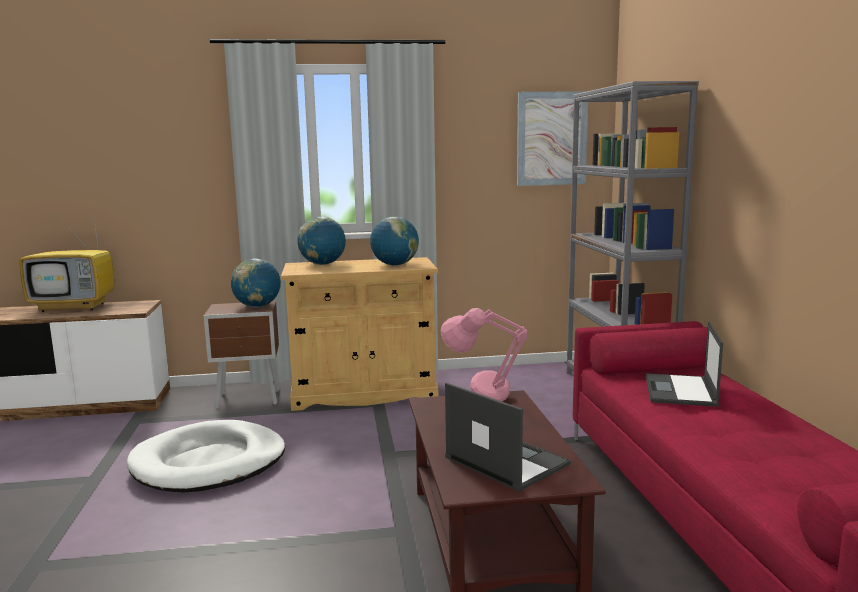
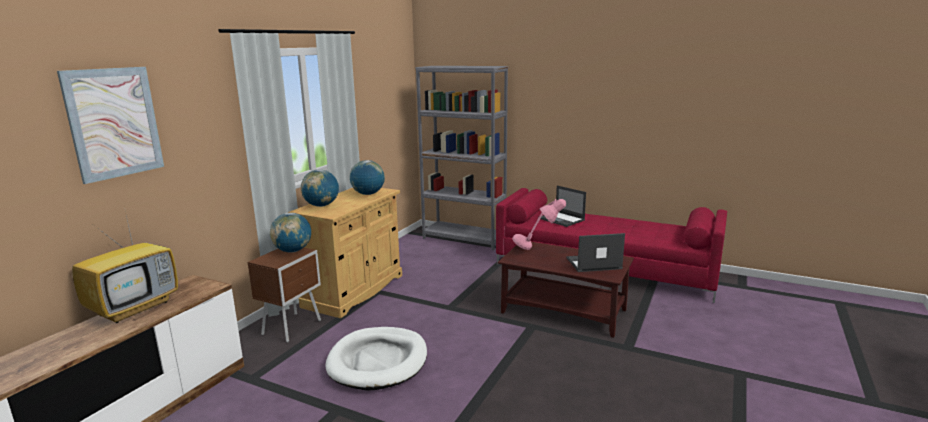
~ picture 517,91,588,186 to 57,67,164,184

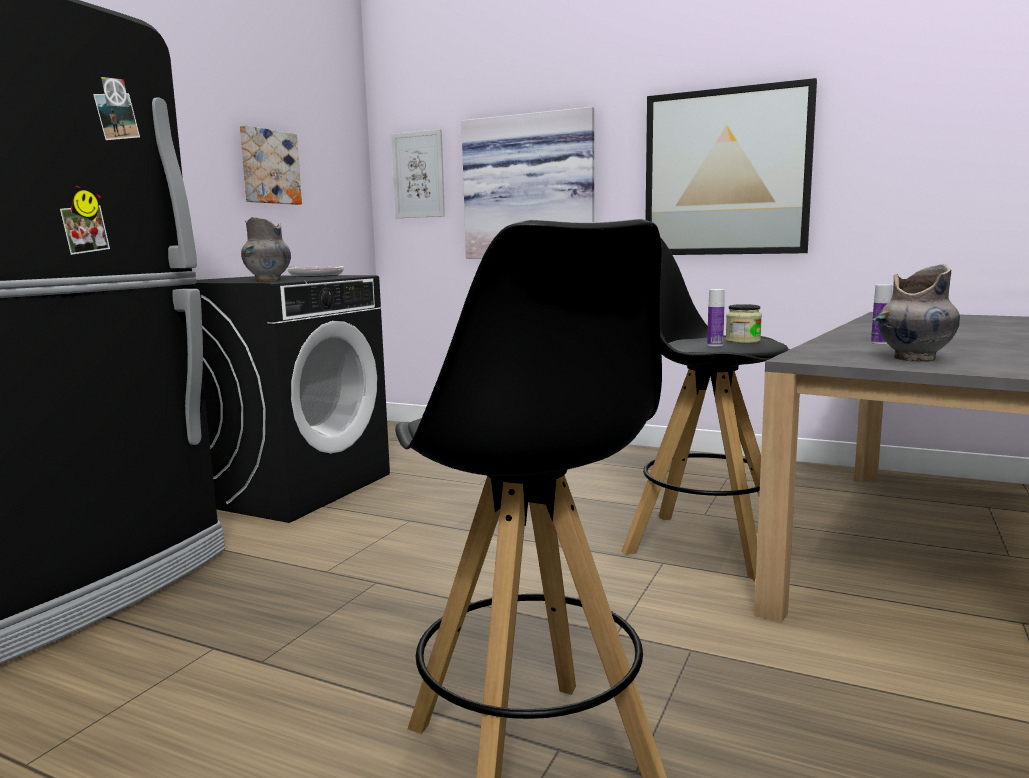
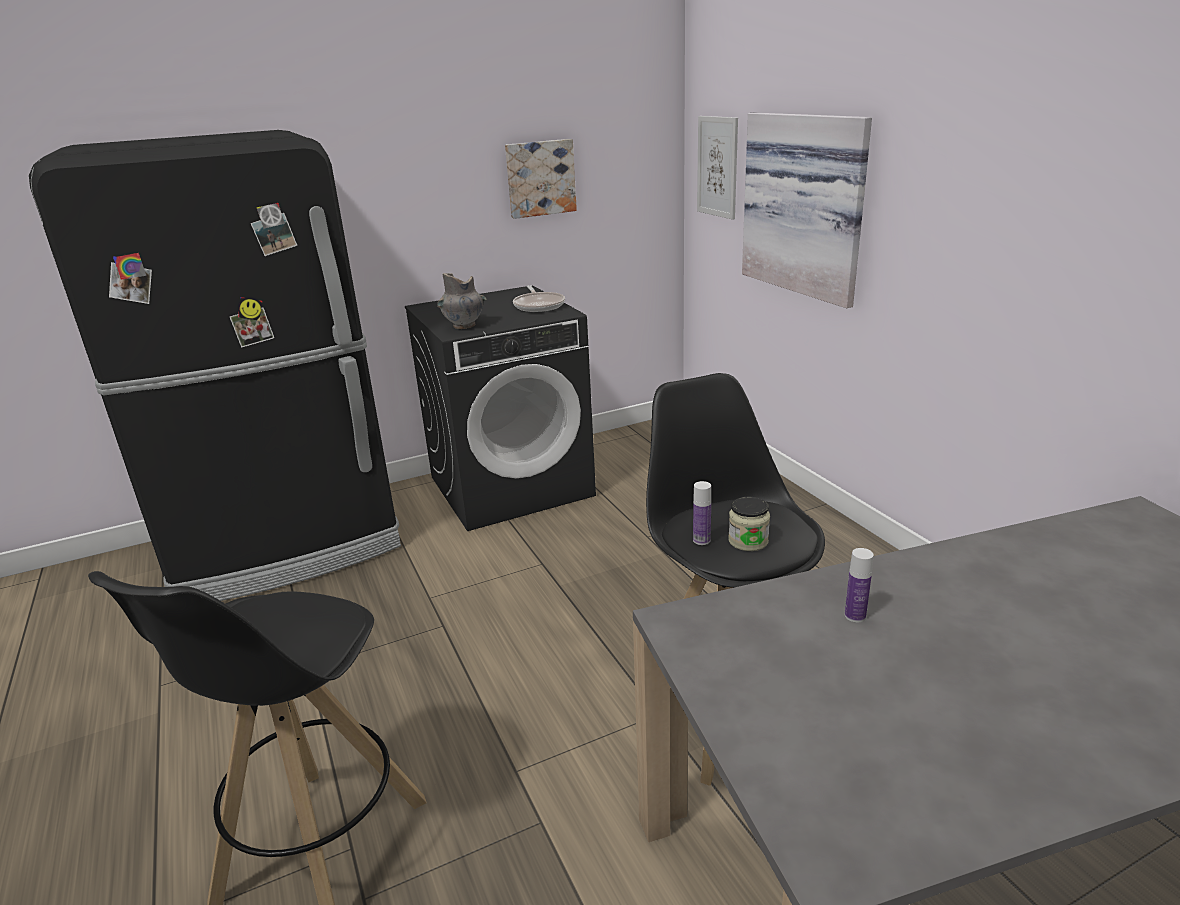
- picture 645,78,817,255
- grey vase 873,265,960,362

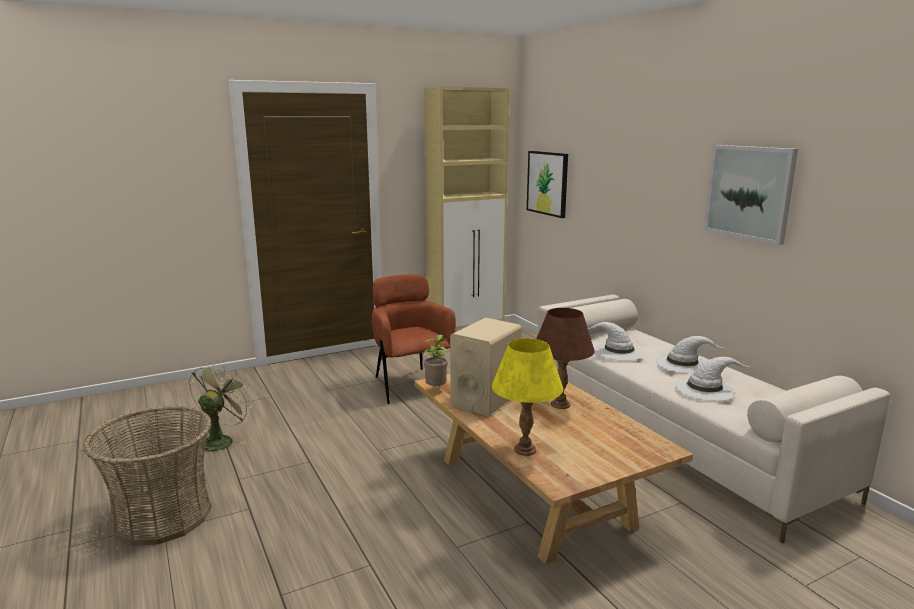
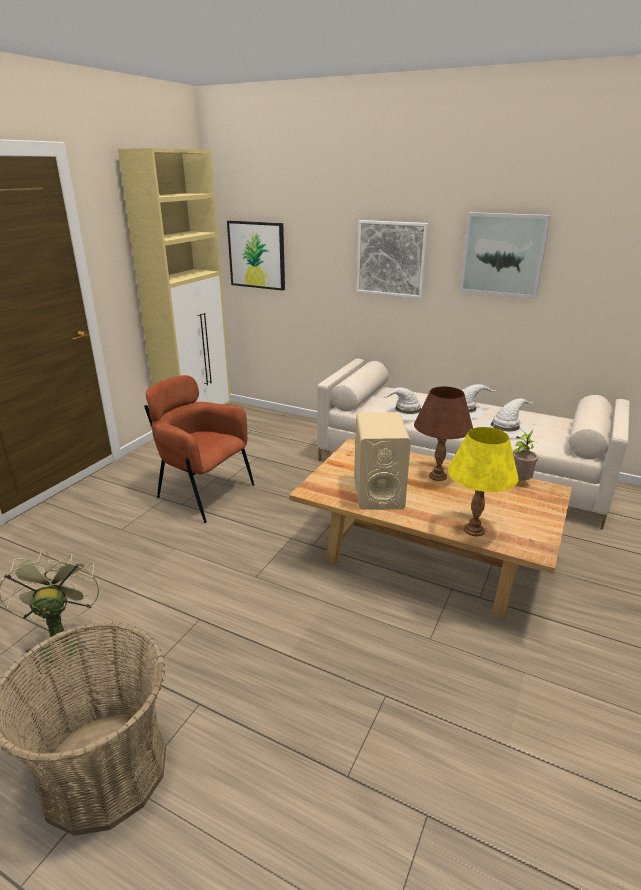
~ potted plant 423,334,449,386 to 513,429,538,480
+ picture 356,220,428,299

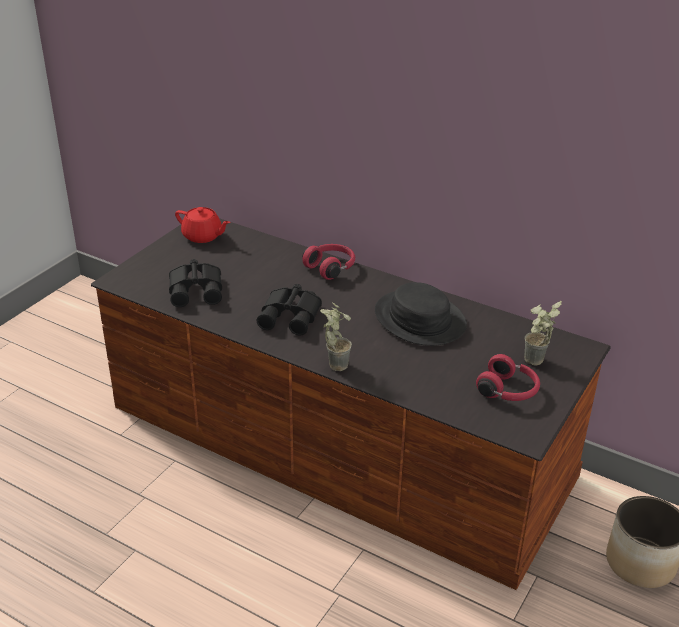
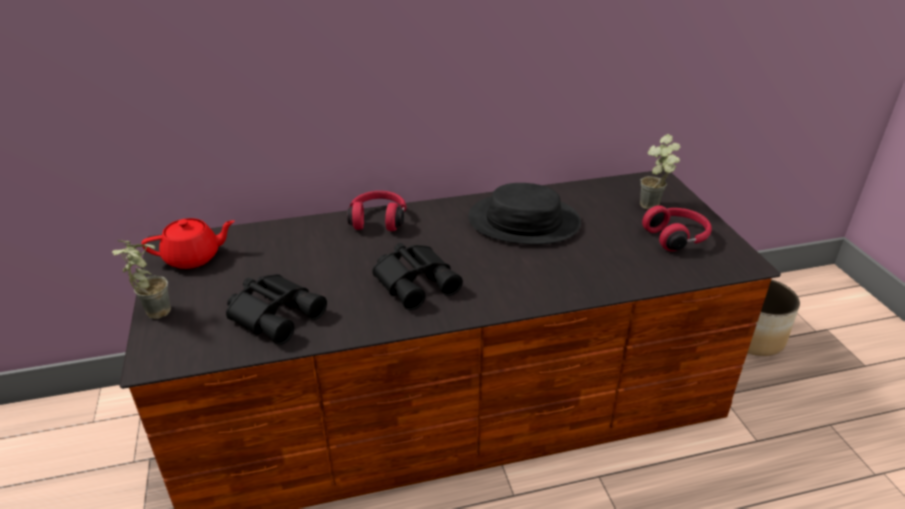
~ potted plant 320,302,352,371 to 112,240,171,319

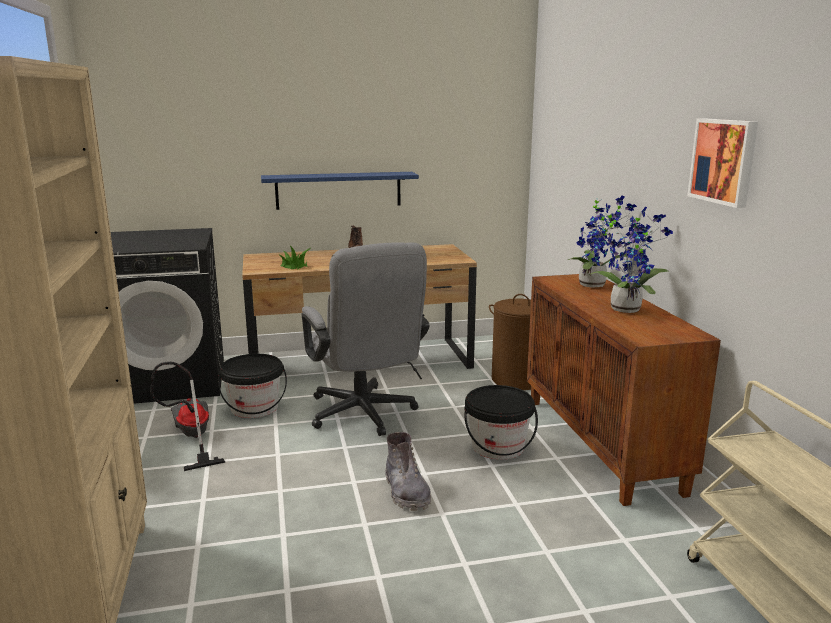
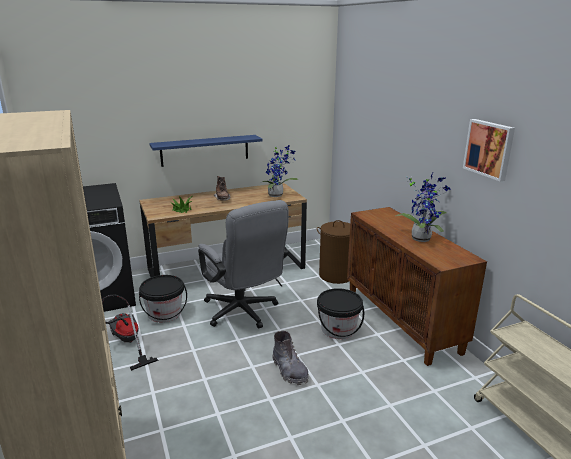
~ potted plant 568,196,637,288 to 260,145,298,197

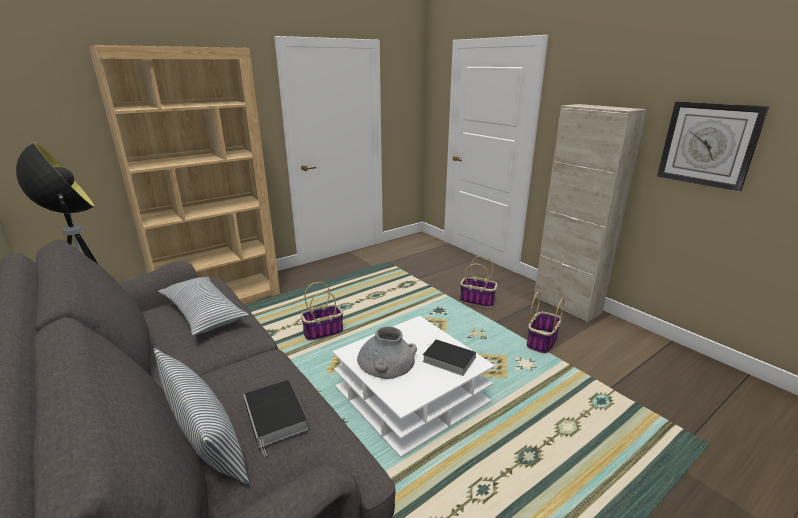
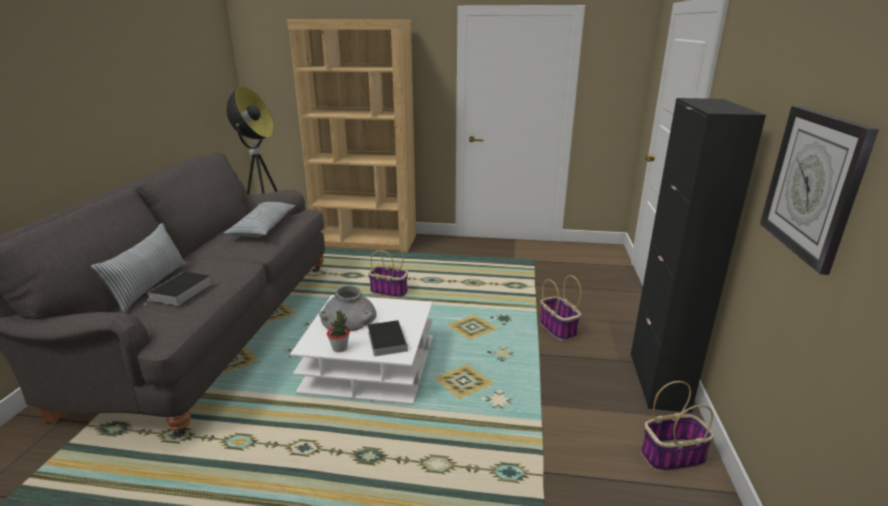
~ basket 527,291,564,354 to 641,381,715,472
~ beige cabinet 534,104,647,322 to black cabinet 631,98,766,413
+ potted plant 327,310,350,352

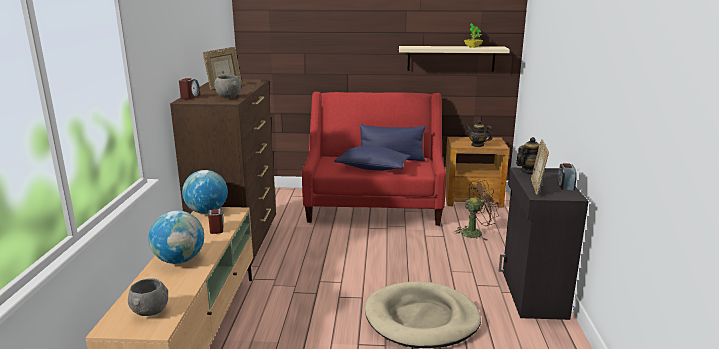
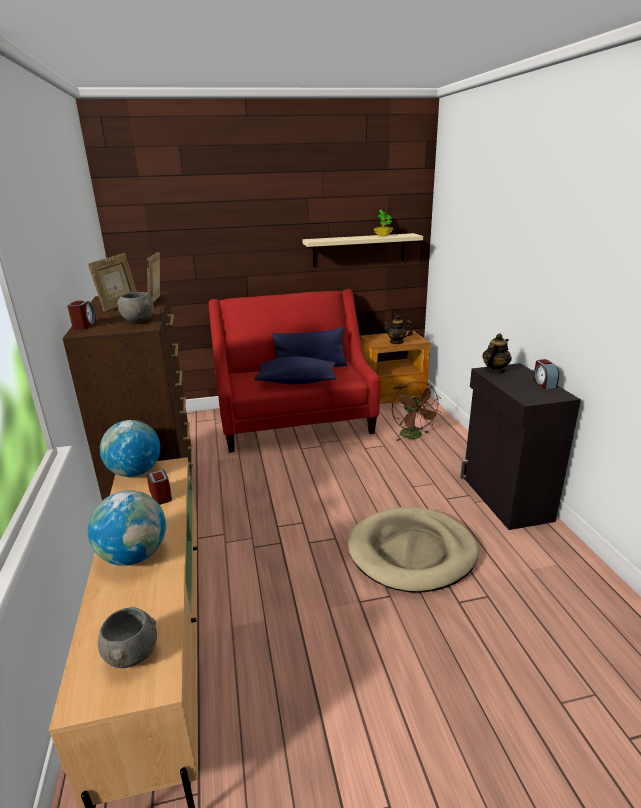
~ brown fan 454,180,499,241 = 392,381,441,441 105 degrees clockwise
~ picture frame 531,139,549,195 to 147,252,160,302

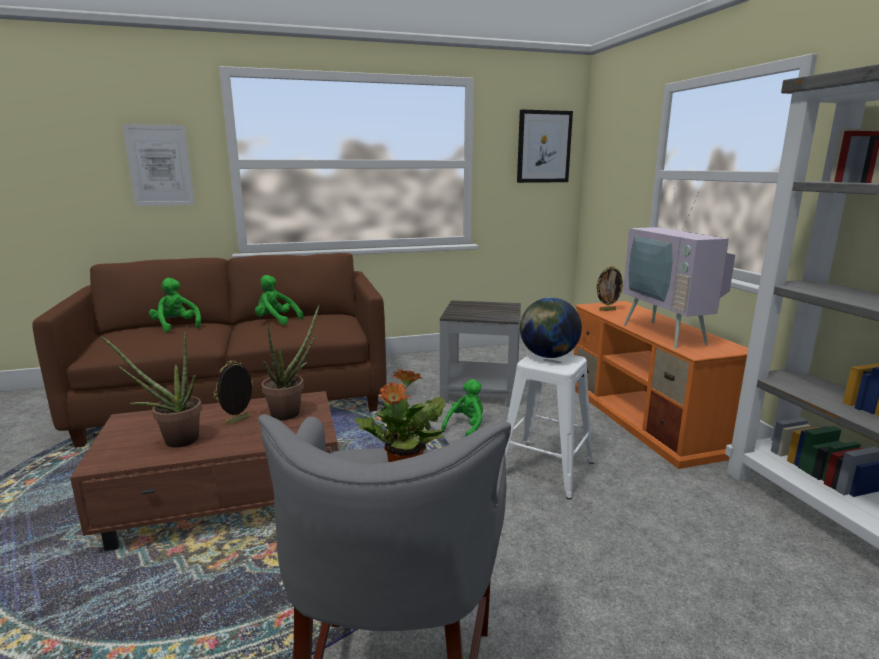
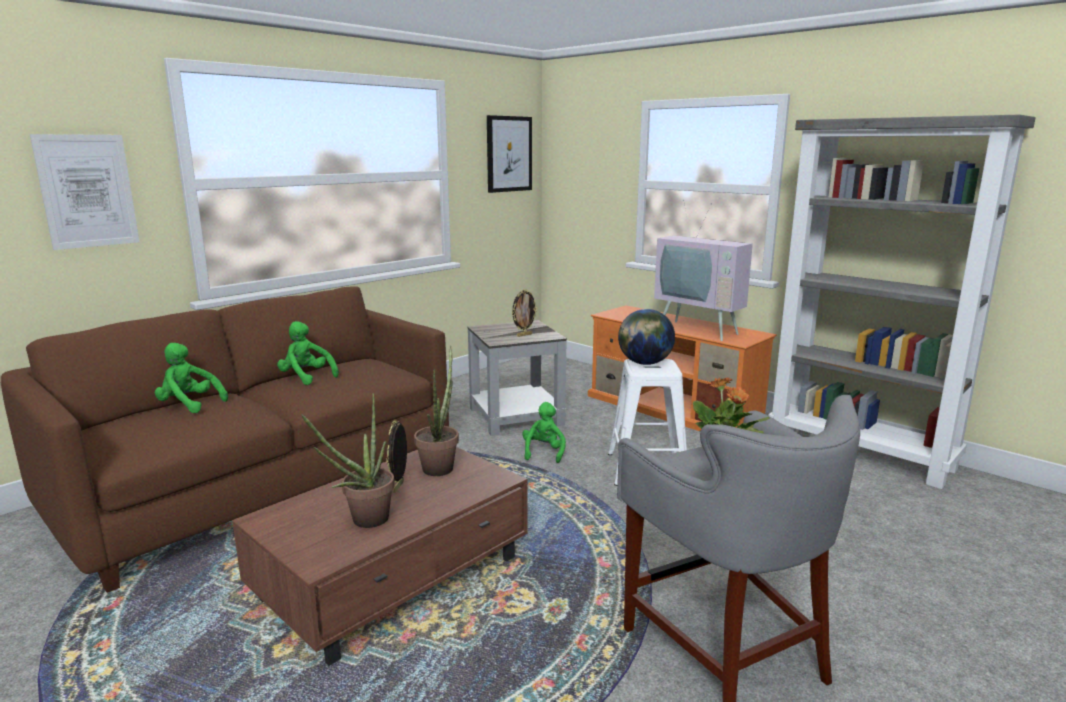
~ green plush toy 255,275,303,325 = 277,321,339,385 45 degrees clockwise
~ picture frame 596,266,624,311 to 512,289,538,337

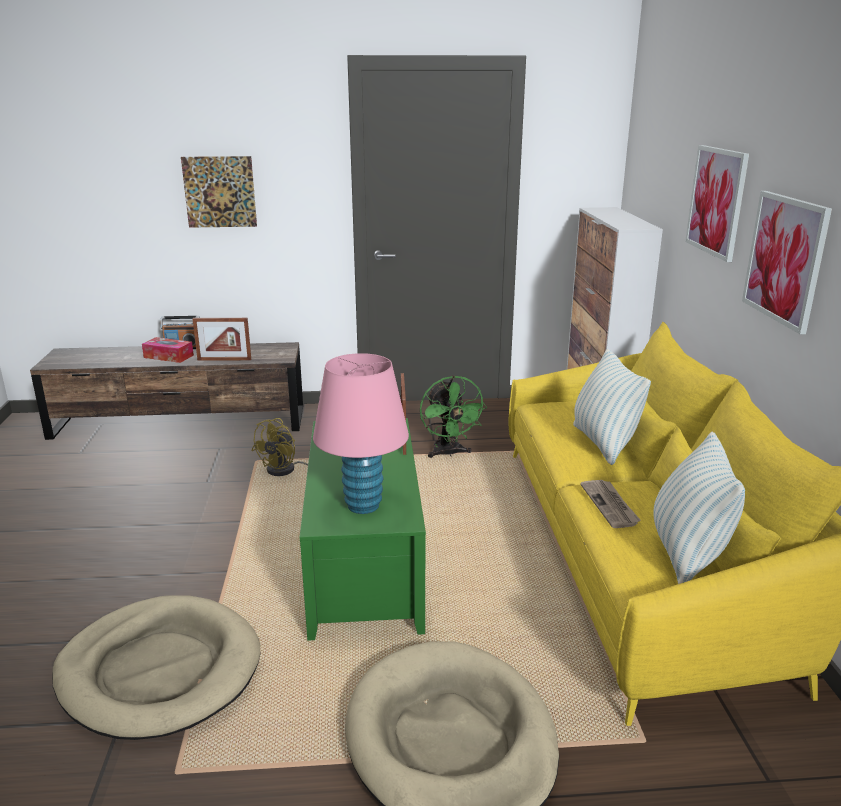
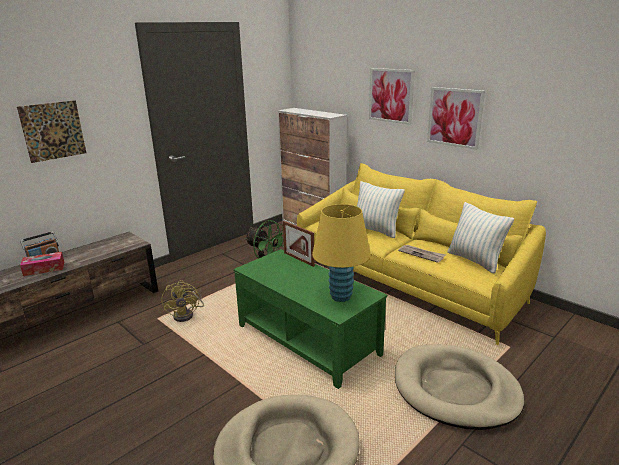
- picture frame 192,318,251,361
~ pink table lamp 313,353,409,514 to yellow table lamp 312,204,371,302

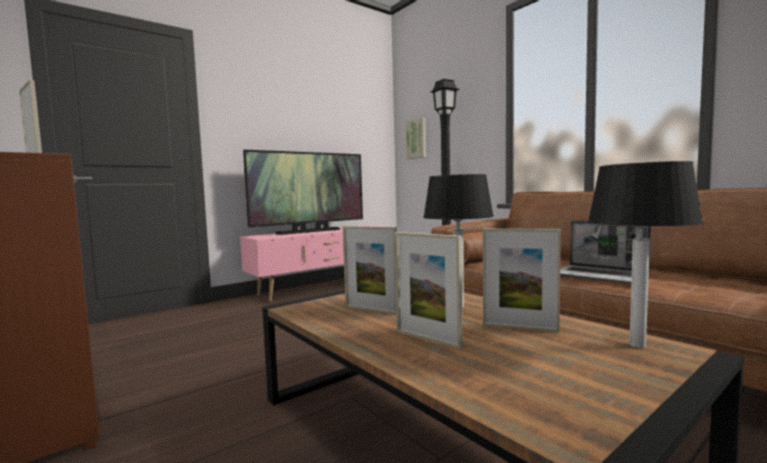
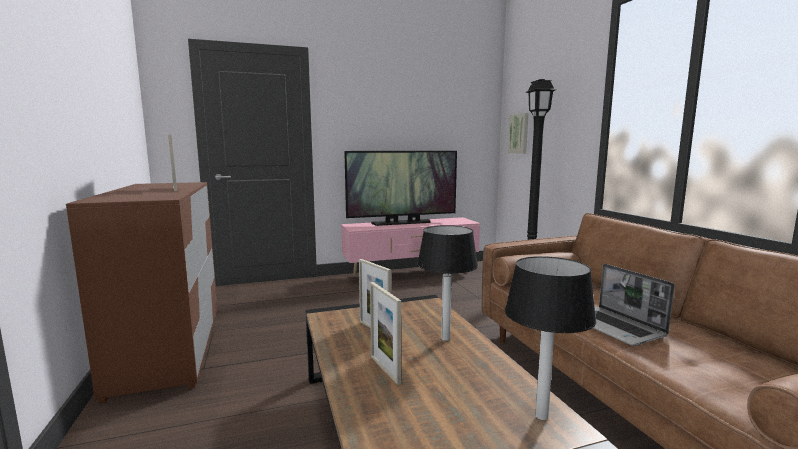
- picture frame 483,228,561,332

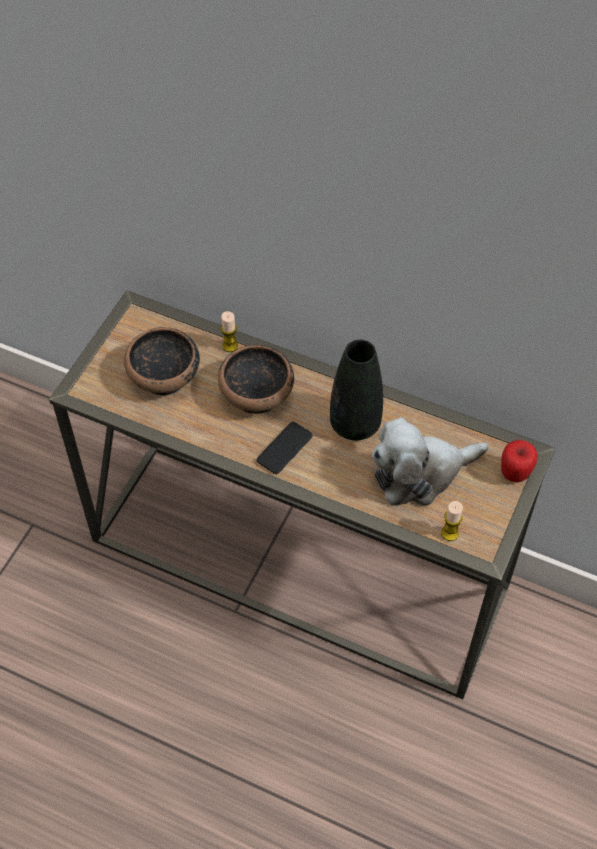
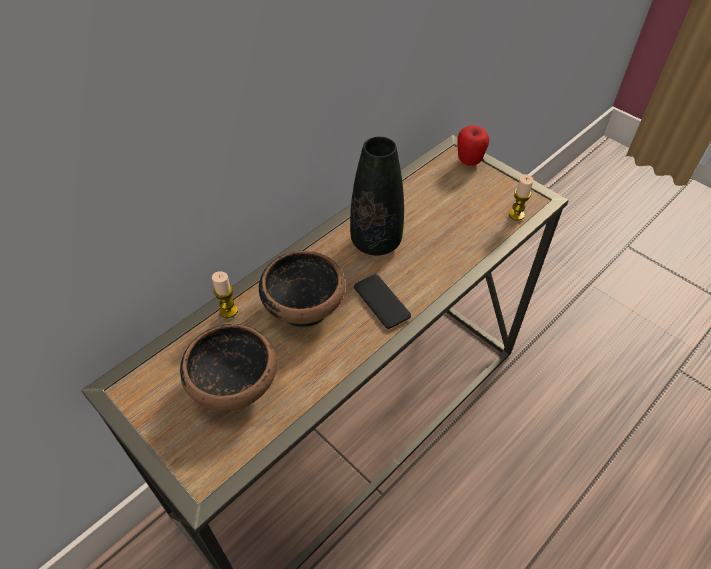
- plush toy 372,418,488,505

